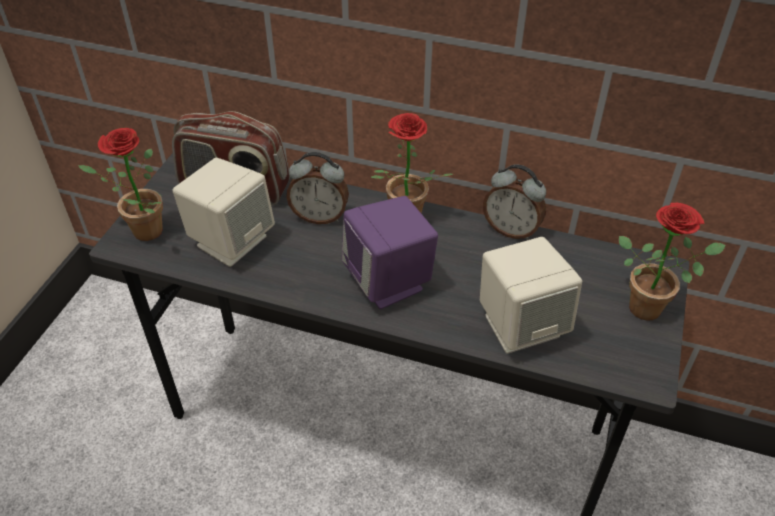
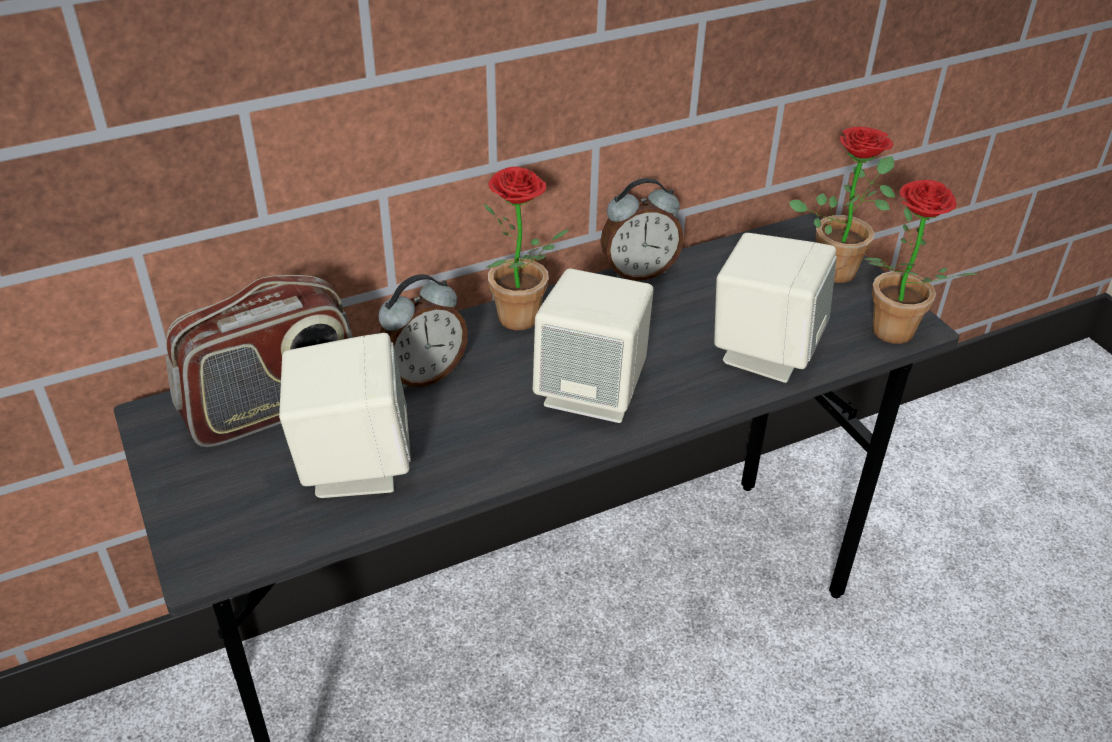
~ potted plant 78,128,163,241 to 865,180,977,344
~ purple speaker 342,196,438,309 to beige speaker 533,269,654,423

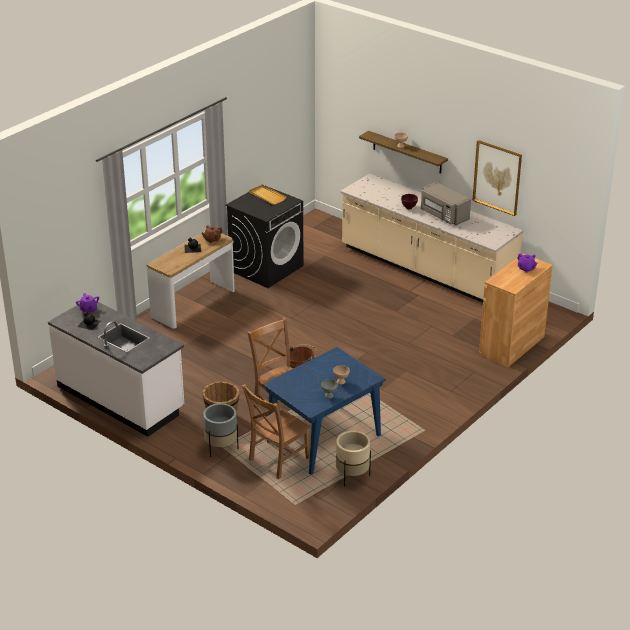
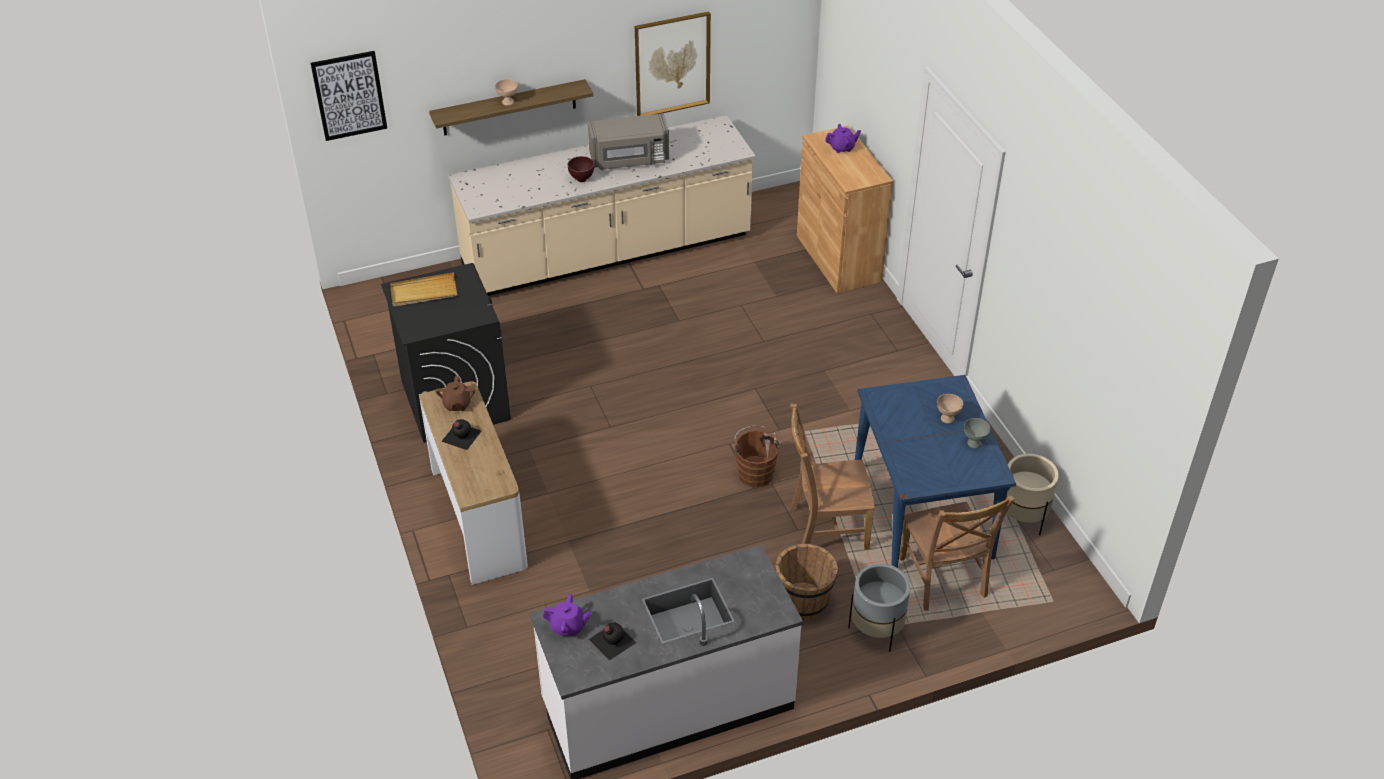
+ picture 311,51,387,141

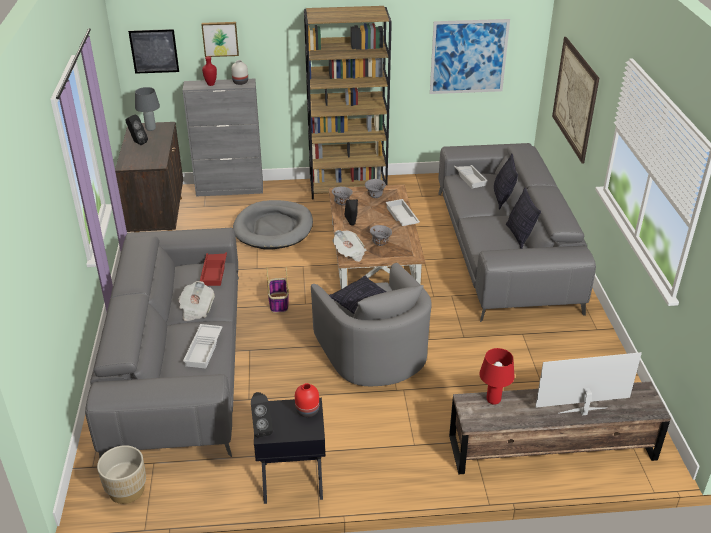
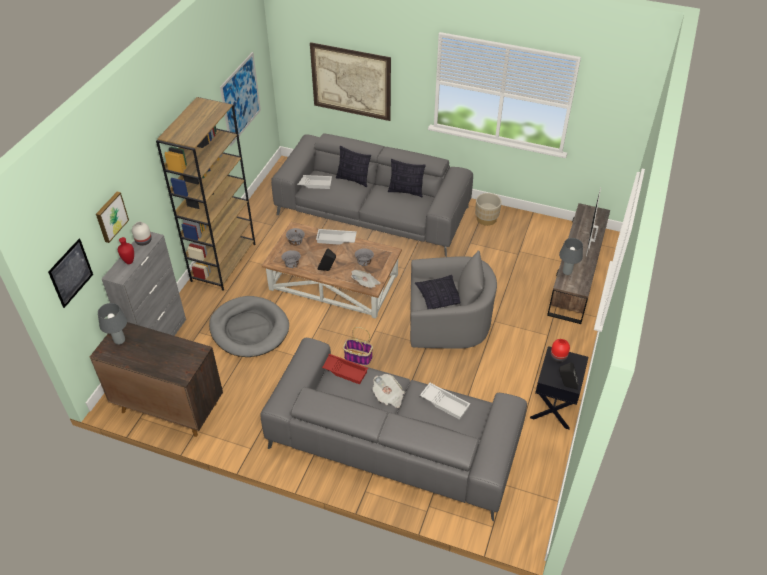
~ beige planter 97,445,146,504 to 475,193,502,226
- black speaker 125,115,148,145
~ red table lamp 479,348,514,405 to grey table lamp 559,238,583,275

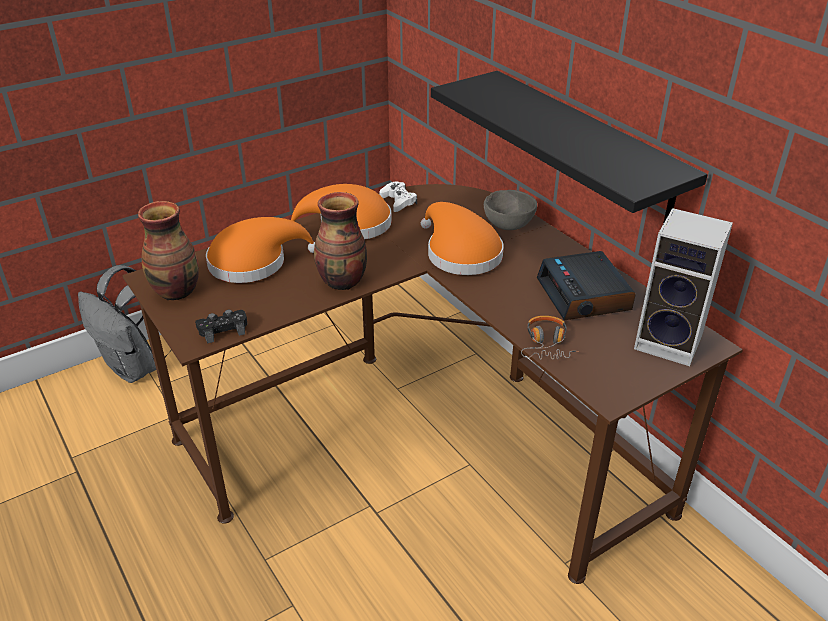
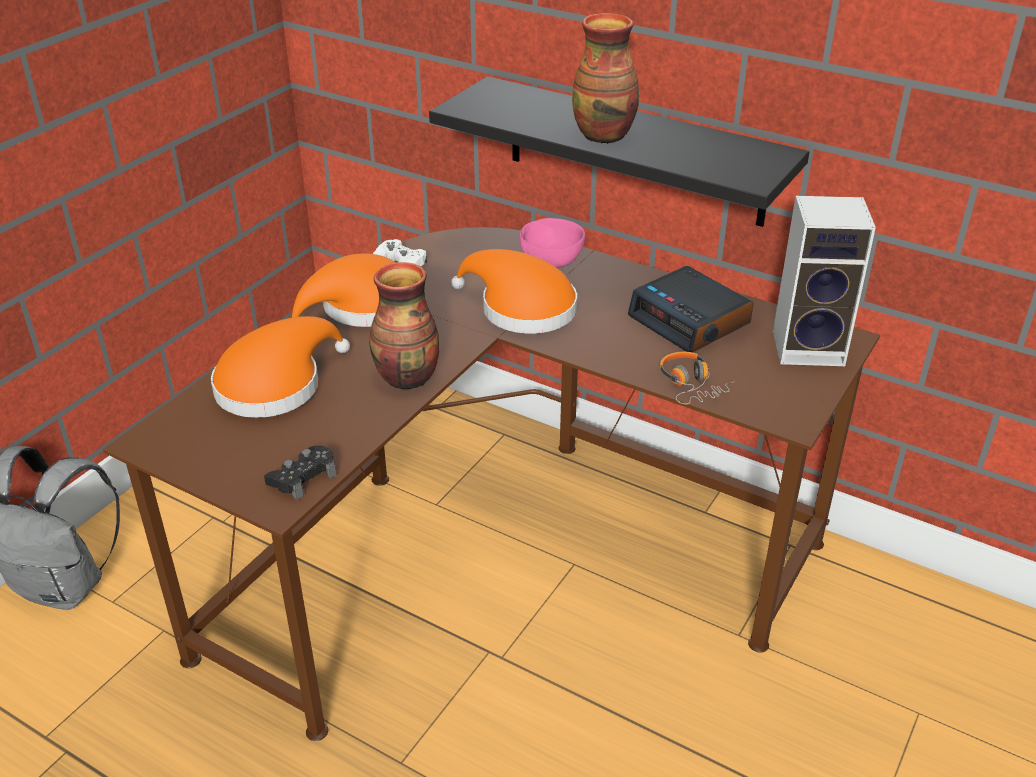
~ vase 138,201,199,300 to 572,13,639,144
~ grey bowl 484,190,537,230 to pink bowl 520,218,585,268

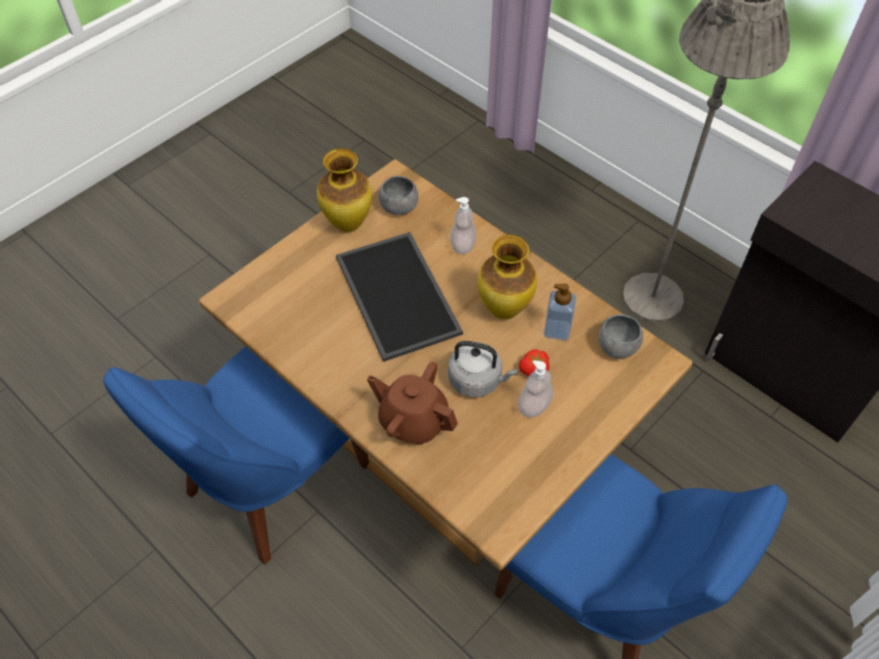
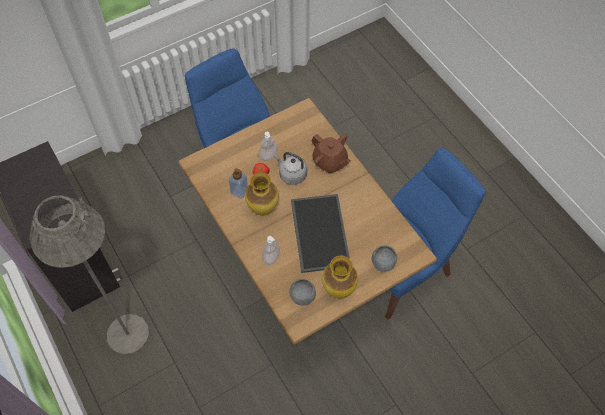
~ grey bowl 598,314,643,359 to 372,246,397,272

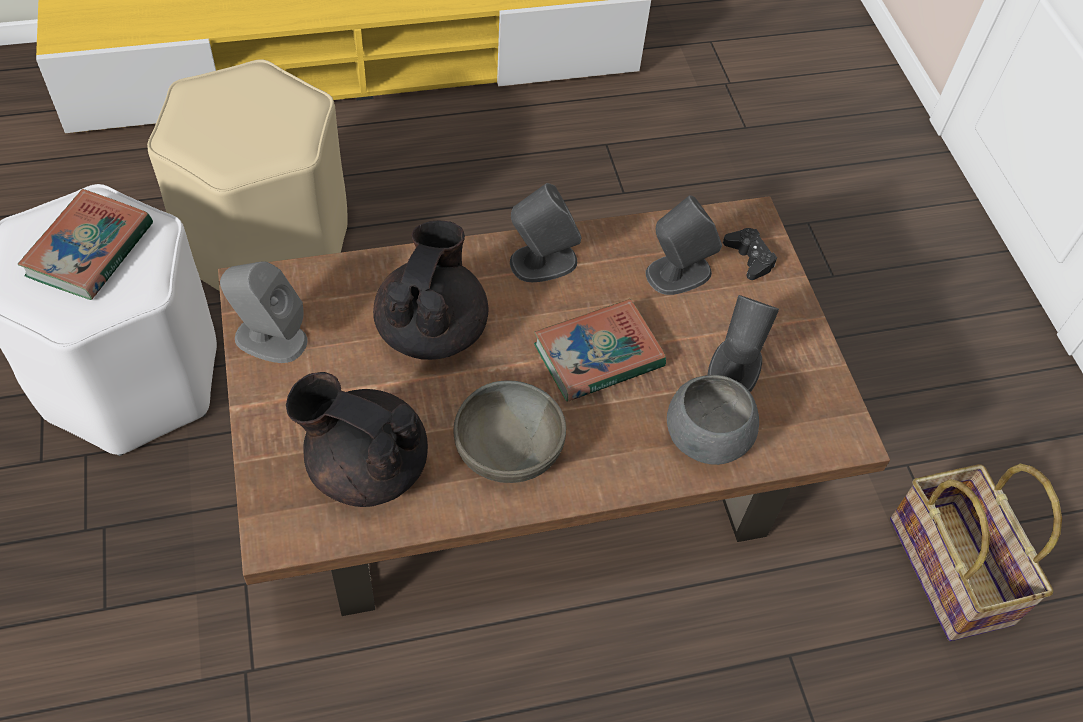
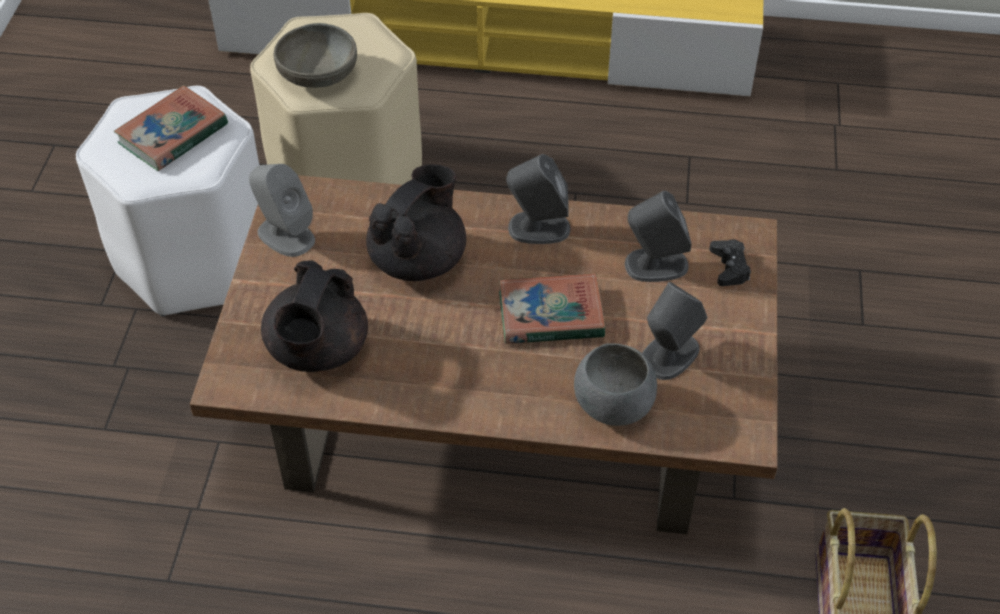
~ black teapot 286,372,428,507 = 261,260,368,372 120 degrees counterclockwise
~ grey bowl 453,380,566,483 to 273,23,357,88

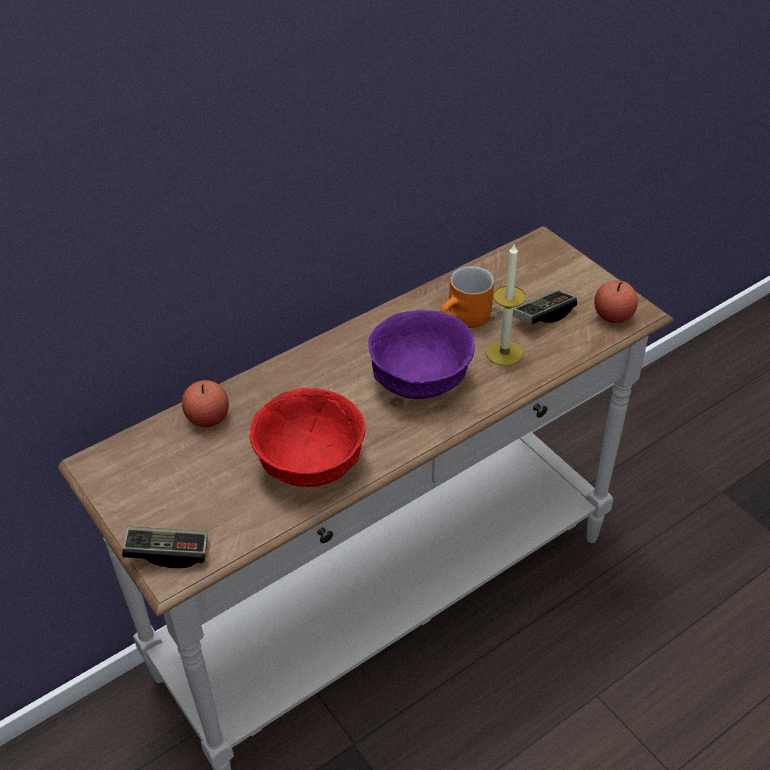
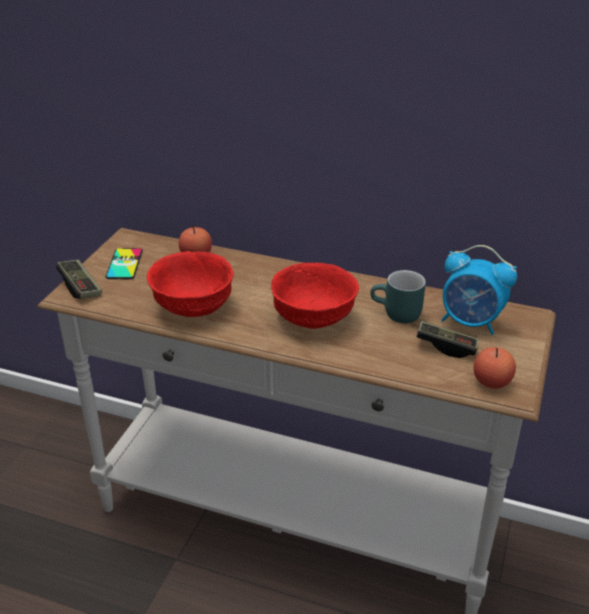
~ purple bowl 368,310,475,399 to red bowl 271,263,359,329
~ orange mug 440,266,494,328 to turquoise mug 370,270,426,323
- candle 486,244,526,366
+ phone 105,248,143,279
+ alarm clock 441,245,517,335

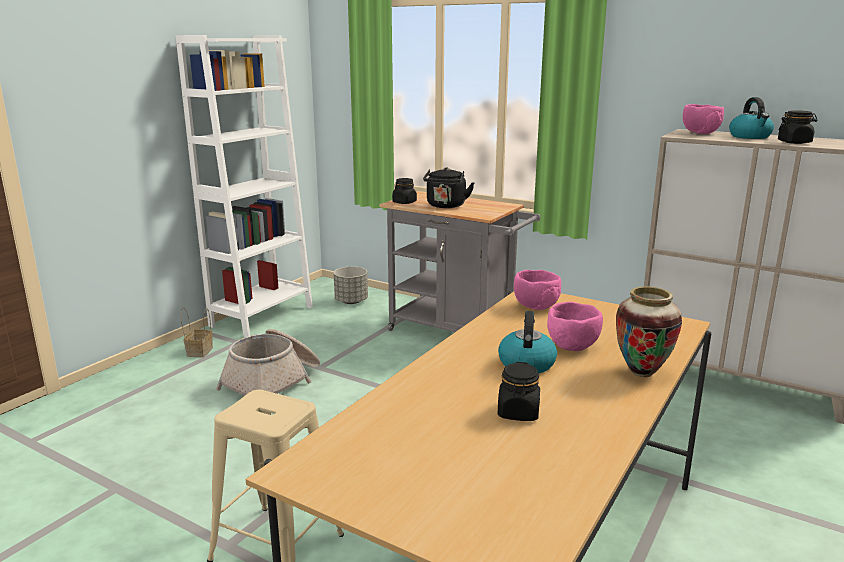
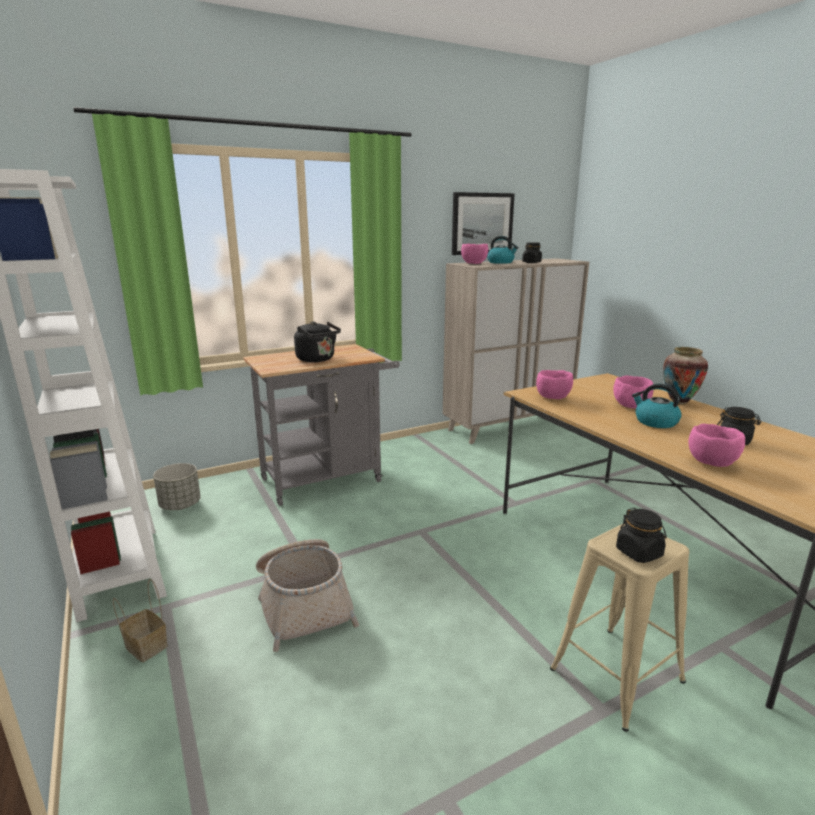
~ black jar 392,178,417,204 to 616,508,667,563
+ picture 452,192,515,255
+ pink bowl 688,424,745,467

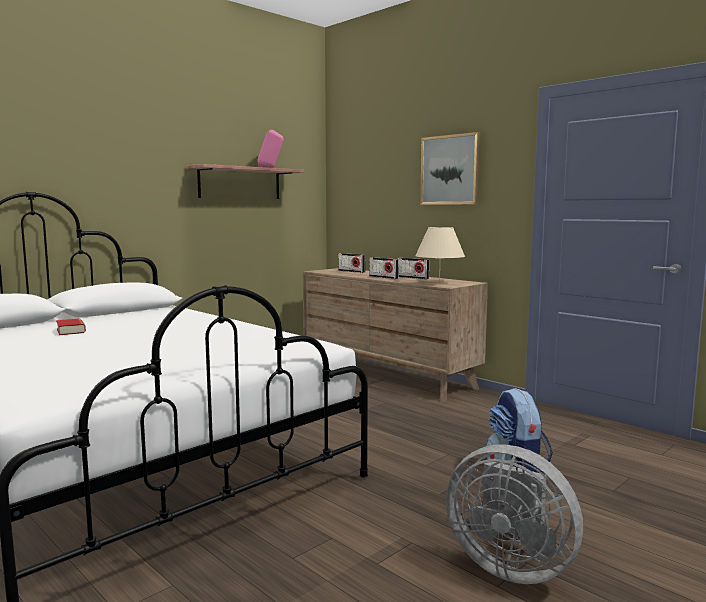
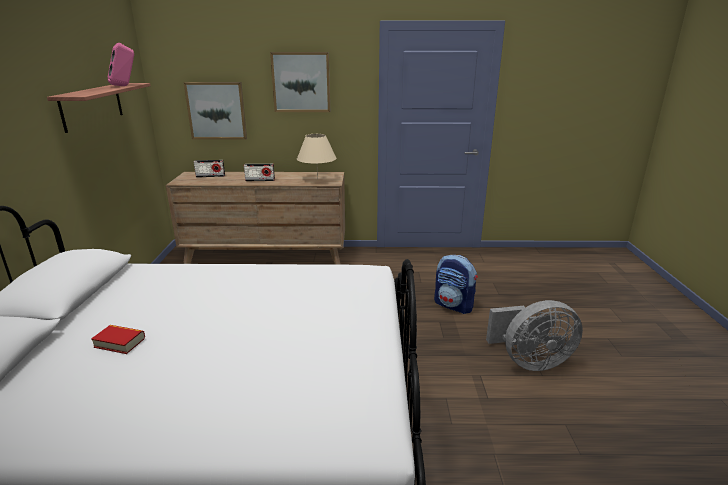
- radio 398,258,429,279
+ picture 184,82,247,140

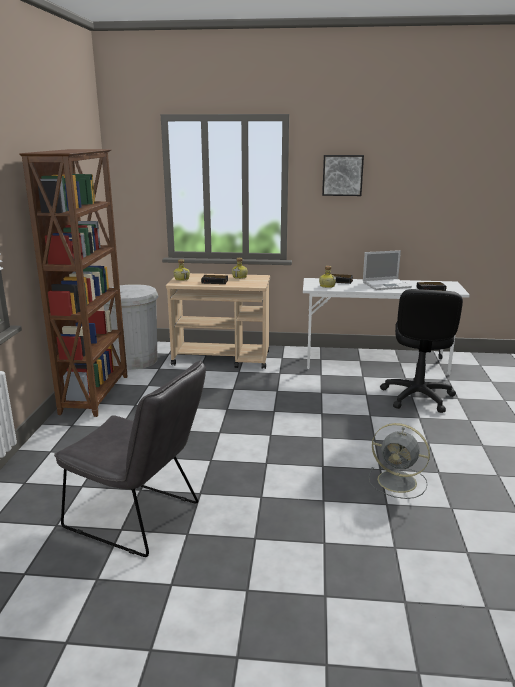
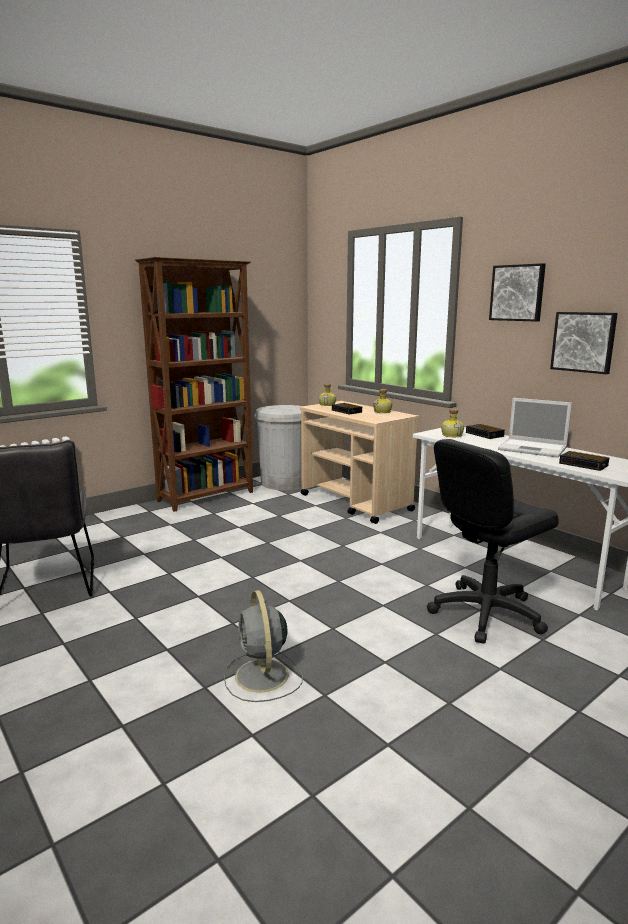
+ picture 550,312,618,374

